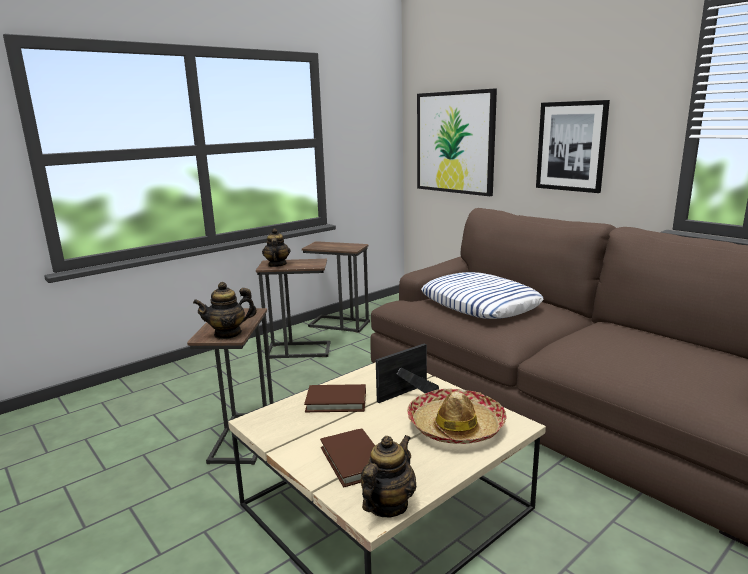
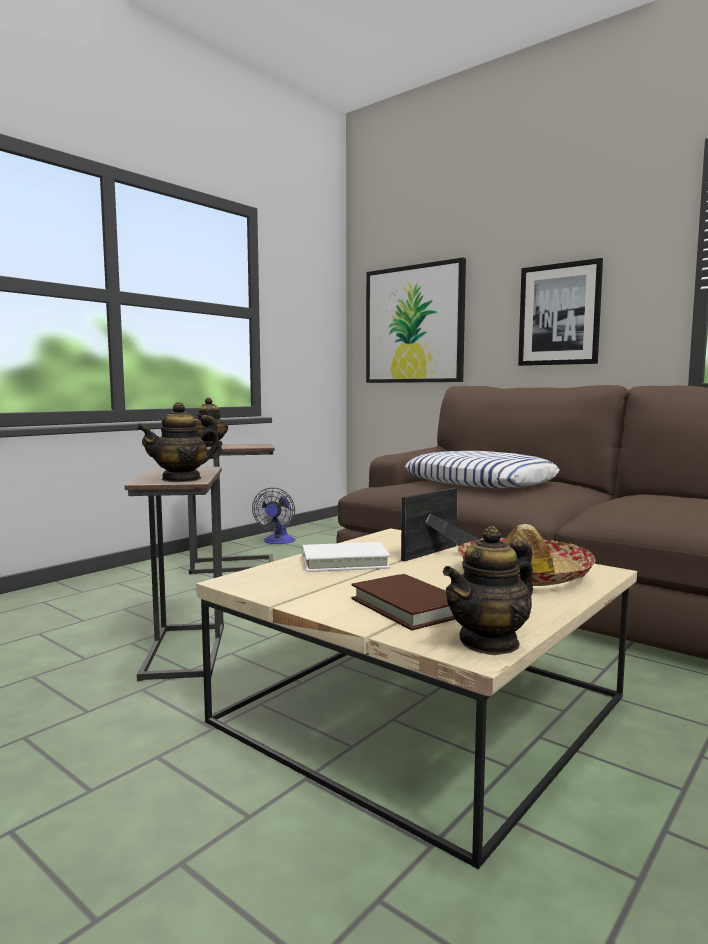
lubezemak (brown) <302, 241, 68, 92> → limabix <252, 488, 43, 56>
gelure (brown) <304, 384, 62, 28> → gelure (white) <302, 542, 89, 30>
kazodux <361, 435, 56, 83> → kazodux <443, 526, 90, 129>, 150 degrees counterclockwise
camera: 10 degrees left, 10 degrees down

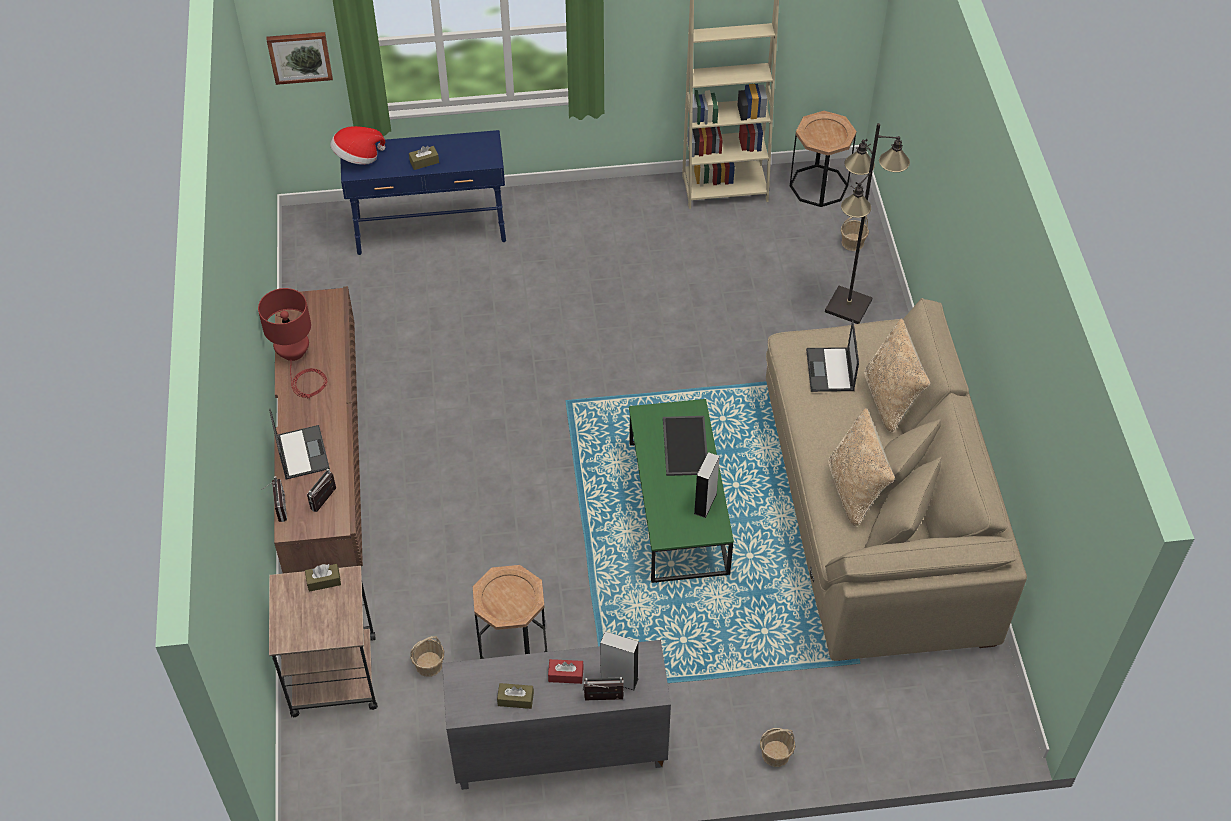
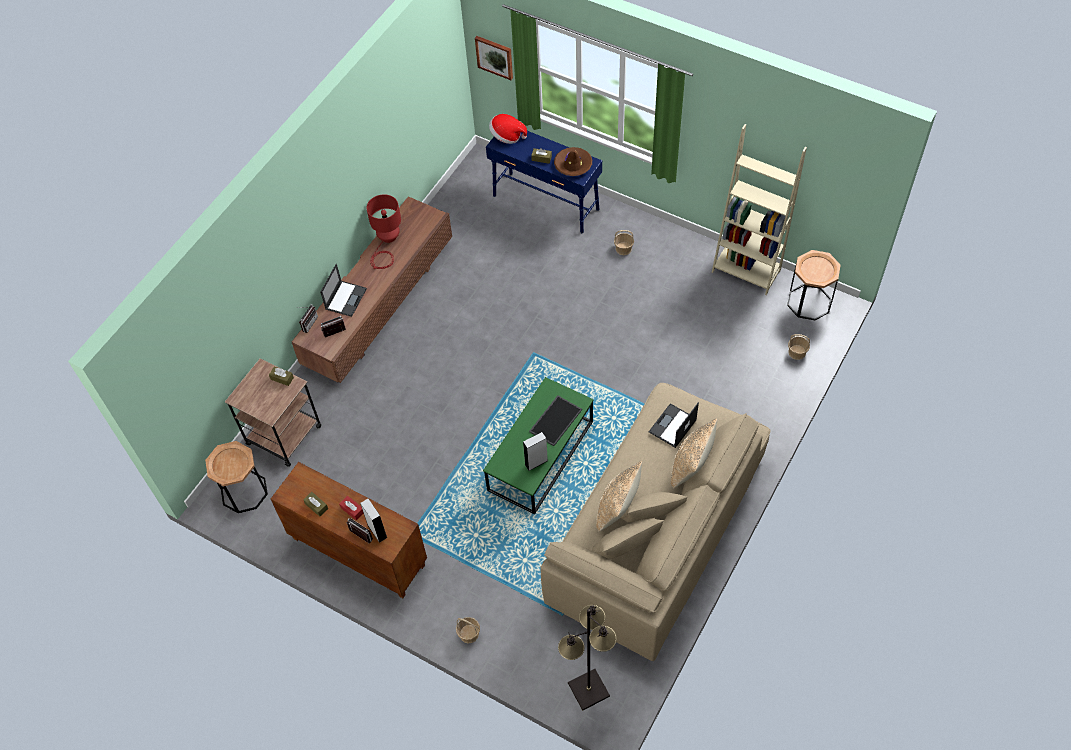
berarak <410, 636, 34, 41> → berarak <614, 230, 20, 25>, move
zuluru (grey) <442, 640, 229, 150> → zuluru (brown) <271, 462, 156, 136>
lubezemak (brown) <473, 565, 74, 94> → lubezemak (brown) <205, 441, 63, 72>, move
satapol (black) <825, 123, 85, 201> → satapol (black) <558, 605, 59, 106>, move
- → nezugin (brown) <554, 147, 38, 29>
camera: 40 degrees right, 5 degrees up

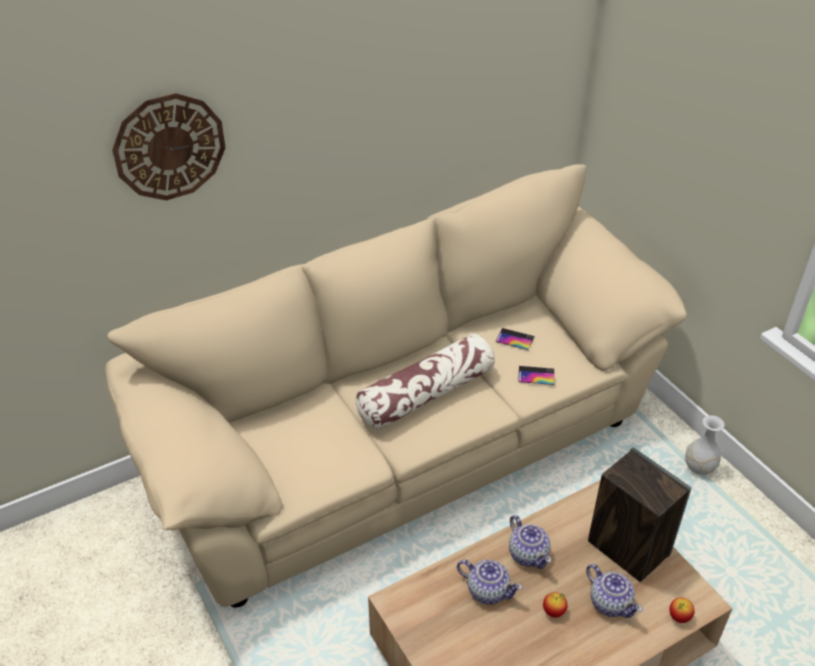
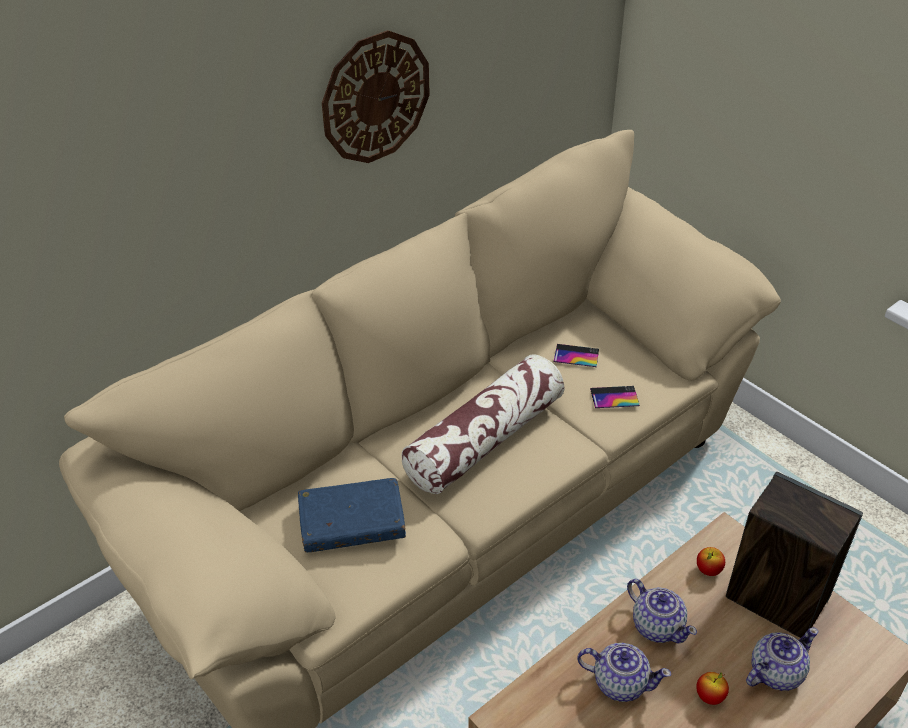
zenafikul <112, 93, 114, 107> → zenafikul <322, 30, 108, 133>, move
kazodux <586, 564, 57, 54> → kazodux <746, 628, 72, 63>, 75 degrees counterclockwise
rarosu <669, 598, 26, 25> → rarosu <697, 547, 28, 29>, move
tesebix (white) <685, 415, 40, 60> → -
- → gelure (blue) <298, 478, 108, 74>
camera: 10 degrees left, 0 degrees up

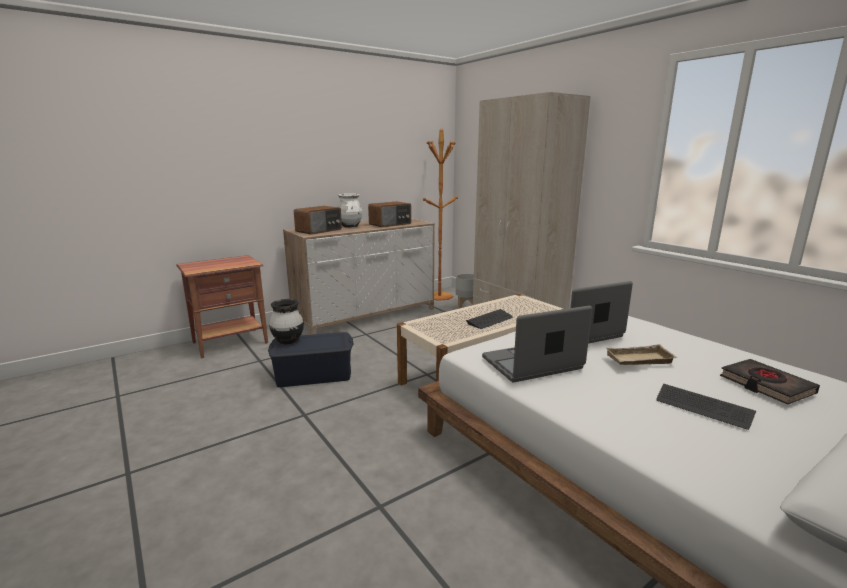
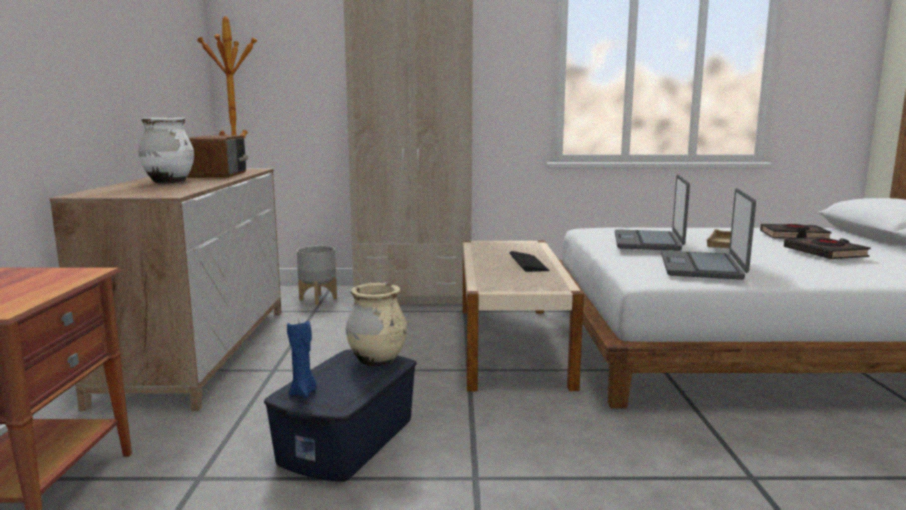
tesebix (black) <269, 299, 35, 45> → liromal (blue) <287, 320, 30, 78>
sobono <294, 206, 48, 29> → -
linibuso <656, 384, 100, 46> → gelure (black) <784, 237, 87, 22>
- → tesebix (beige) <346, 283, 61, 83>
camera: 55 degrees left, 5 degrees down

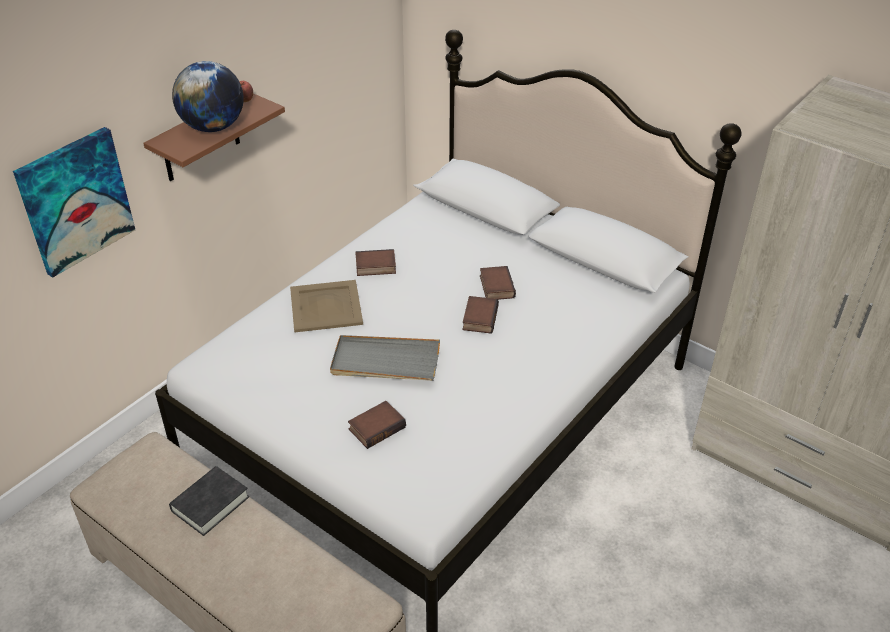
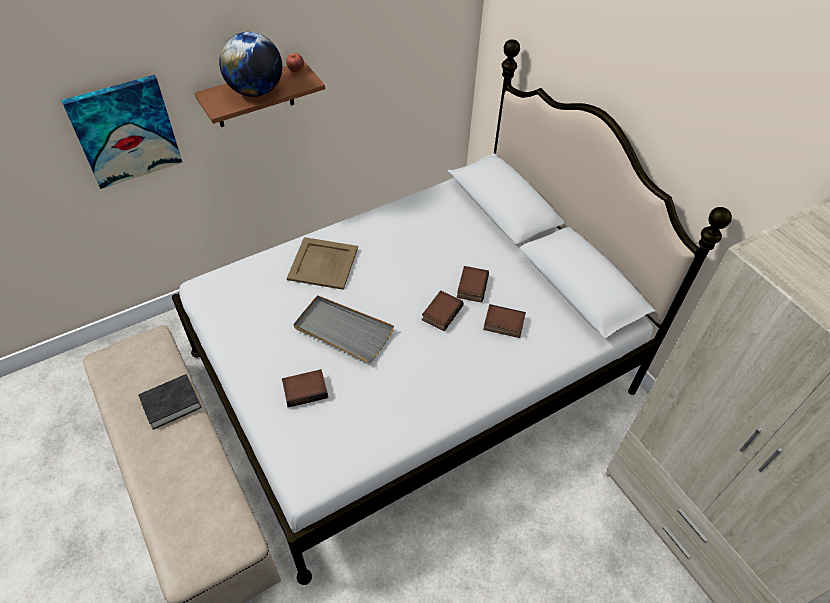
gelure <356, 249, 40, 27> → gelure <483, 304, 43, 34>, move
camera: 20 degrees right, 10 degrees up

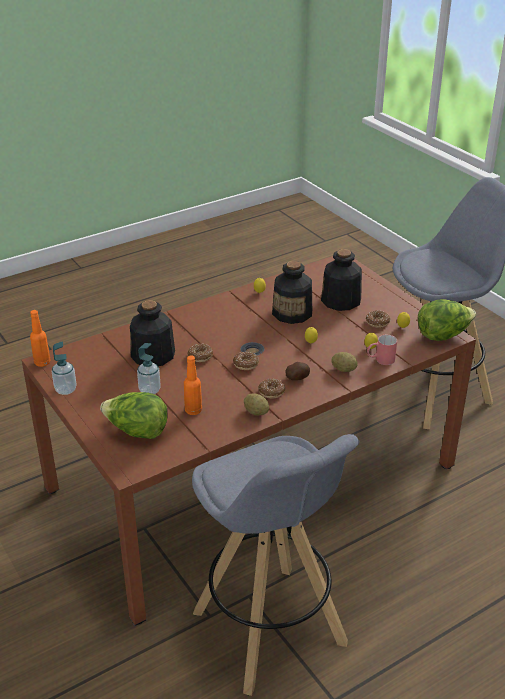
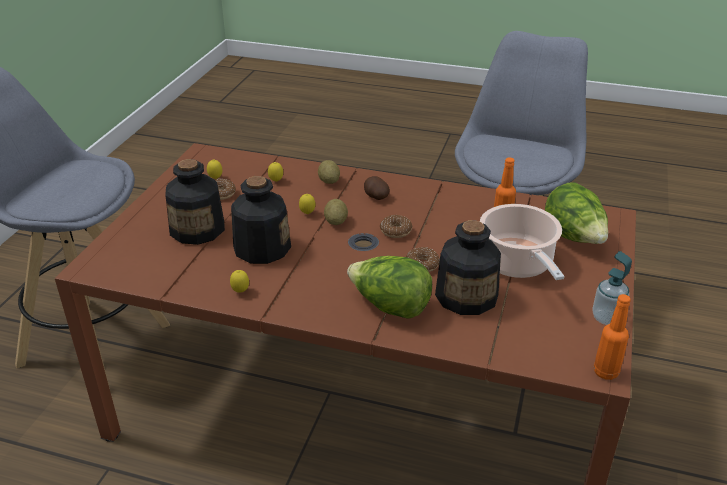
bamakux <137, 343, 24, 51> → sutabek <480, 204, 84, 76>
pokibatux <244, 393, 25, 23> → pokibatux <324, 199, 24, 26>, move
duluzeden <258, 379, 27, 19> → -
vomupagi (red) <367, 335, 30, 30> → -
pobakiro <418, 299, 58, 42> → pobakiro <347, 256, 85, 63>, move
camera: 130 degrees left, 0 degrees up

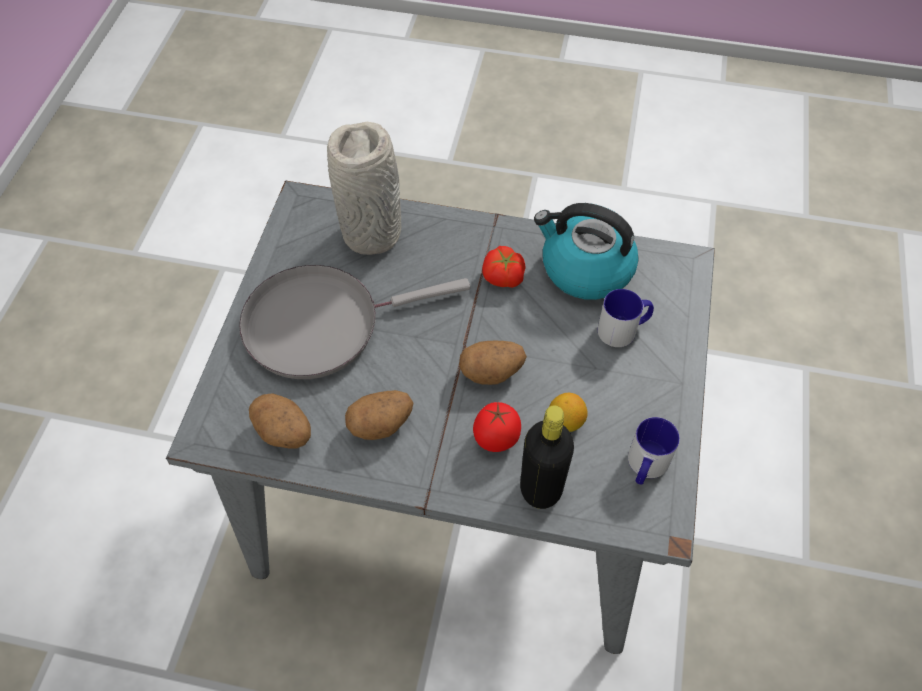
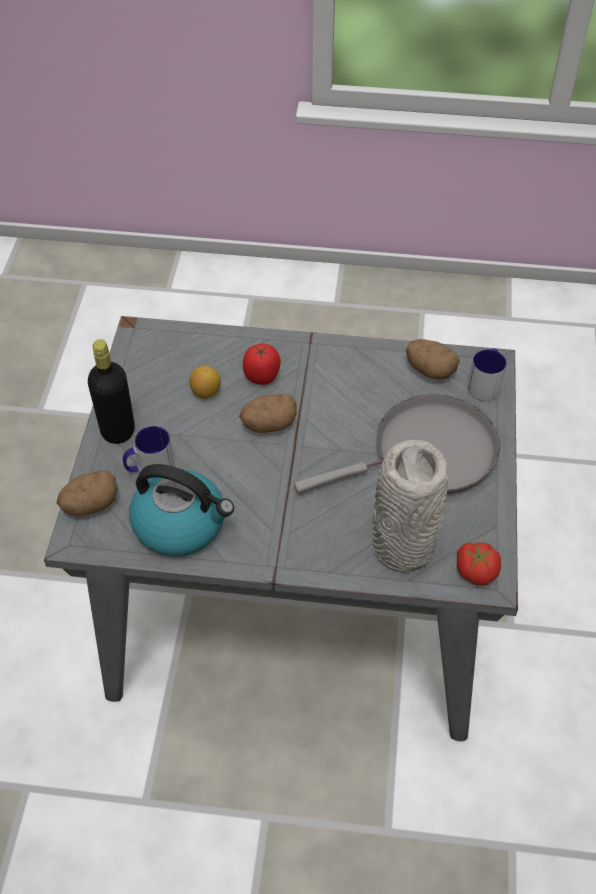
pokibatux <345, 390, 69, 50> → pokibatux <57, 471, 61, 45>, move
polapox <482, 246, 44, 42> → polapox <457, 542, 44, 43>, move
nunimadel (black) <520, 405, 54, 104> → nunimadel (black) <88, 339, 47, 105>, move
vomupagi <628, 417, 52, 68> → vomupagi <468, 349, 39, 52>, move
camera: 175 degrees right, 5 degrees down

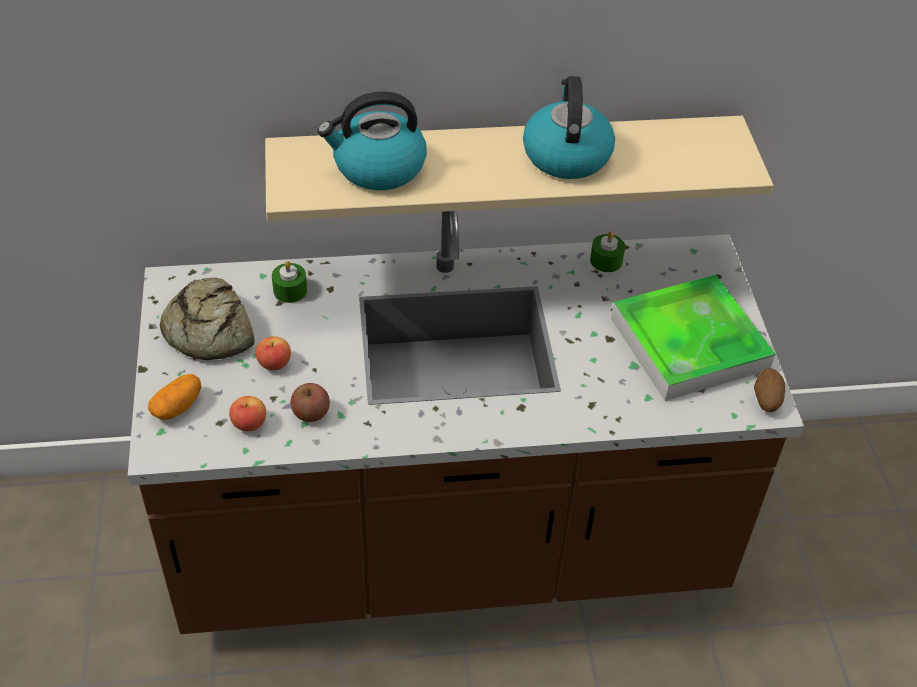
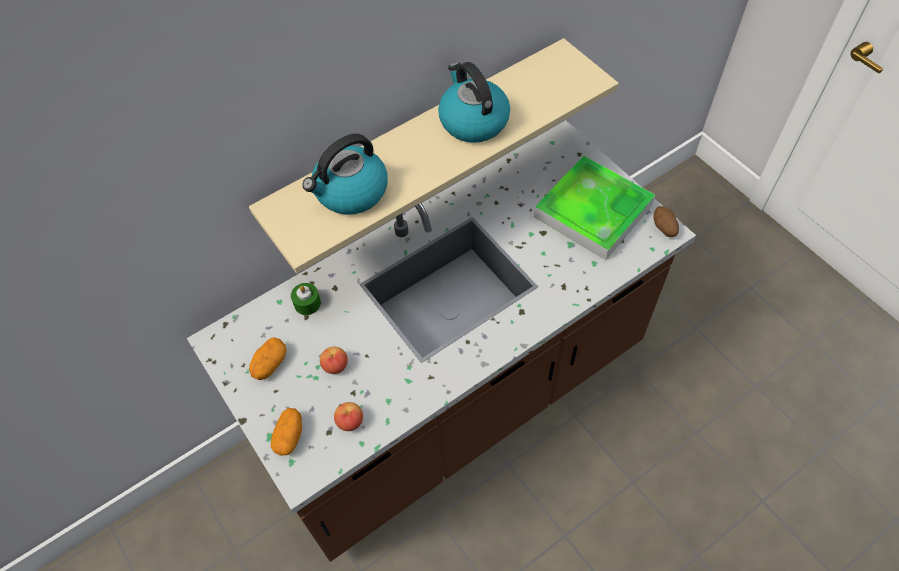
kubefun <160, 278, 95, 82> → pokibatux <249, 337, 37, 43>
rarosu <291, 383, 39, 39> → -
liromal (green) <590, 231, 35, 41> → -
camera: 25 degrees left, 10 degrees up

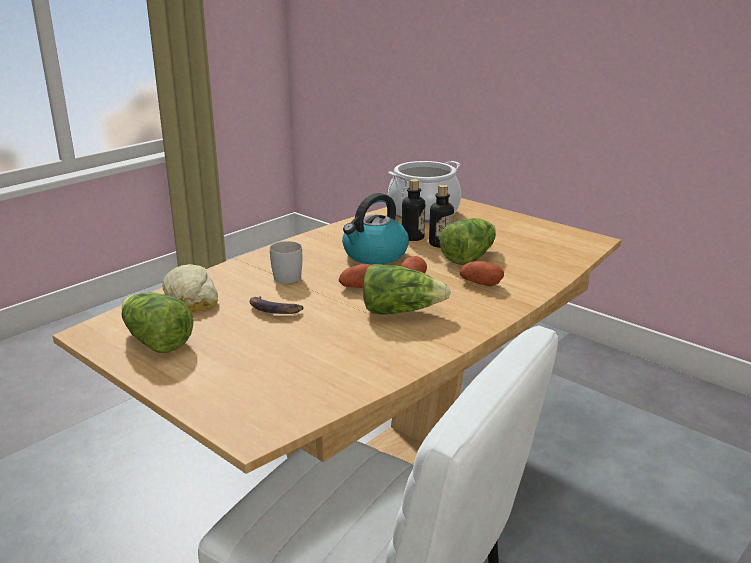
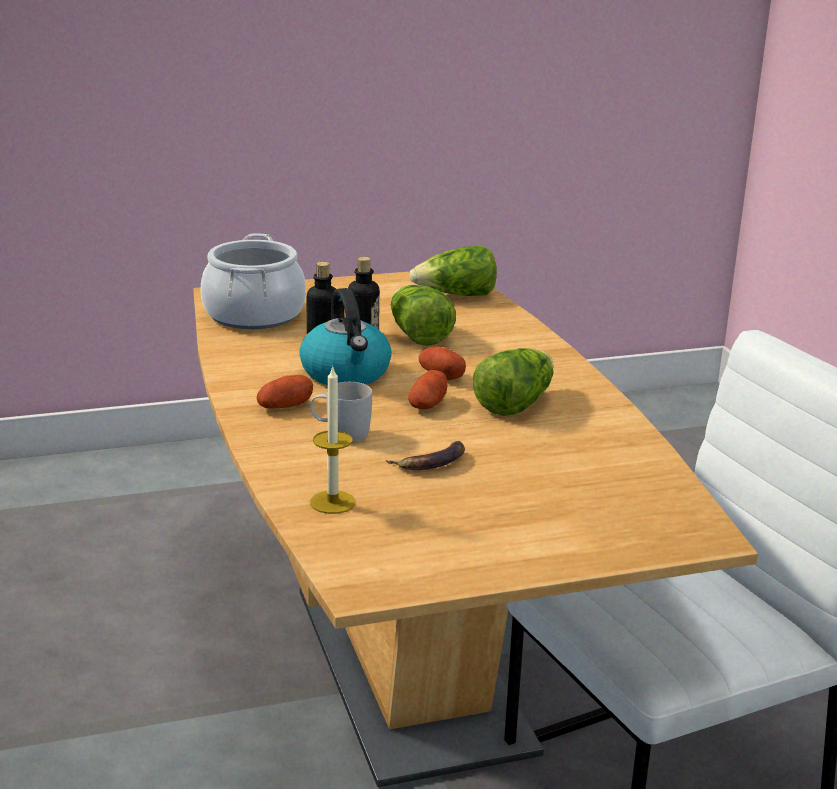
pobakiro <122, 292, 71, 61> → pobakiro <409, 246, 88, 50>, move
kubefun <162, 264, 56, 48> → liromal <310, 366, 46, 148>
pokibatux <460, 261, 44, 25> → pokibatux <257, 375, 56, 34>, move
camera: 60 degrees left, 0 degrees up

